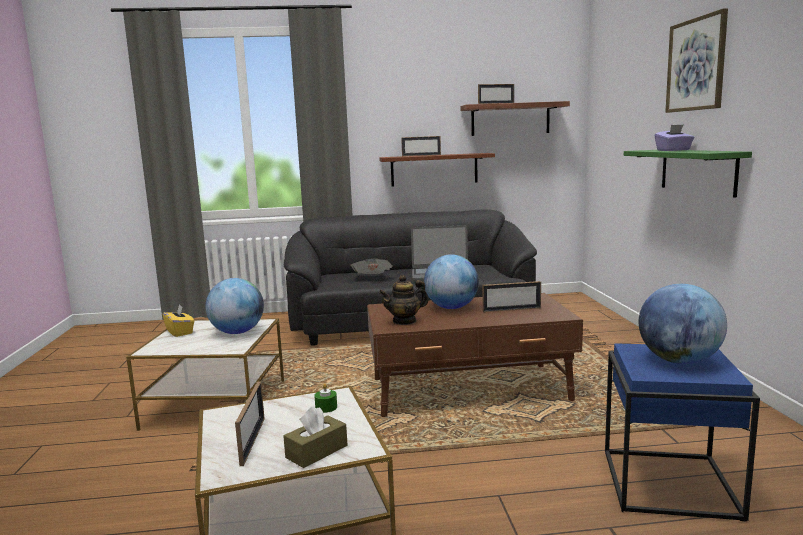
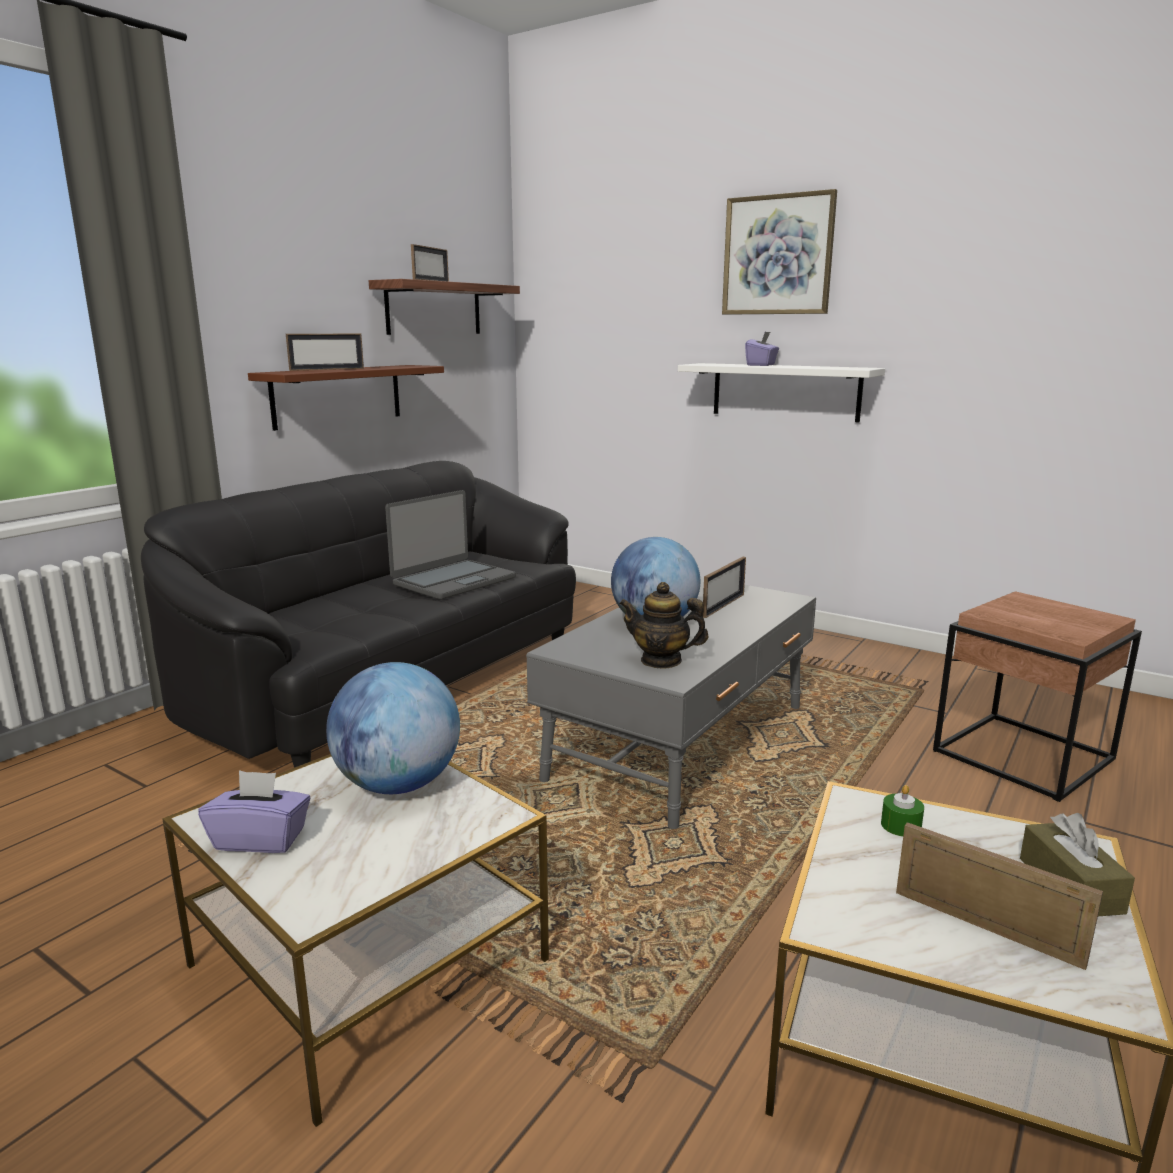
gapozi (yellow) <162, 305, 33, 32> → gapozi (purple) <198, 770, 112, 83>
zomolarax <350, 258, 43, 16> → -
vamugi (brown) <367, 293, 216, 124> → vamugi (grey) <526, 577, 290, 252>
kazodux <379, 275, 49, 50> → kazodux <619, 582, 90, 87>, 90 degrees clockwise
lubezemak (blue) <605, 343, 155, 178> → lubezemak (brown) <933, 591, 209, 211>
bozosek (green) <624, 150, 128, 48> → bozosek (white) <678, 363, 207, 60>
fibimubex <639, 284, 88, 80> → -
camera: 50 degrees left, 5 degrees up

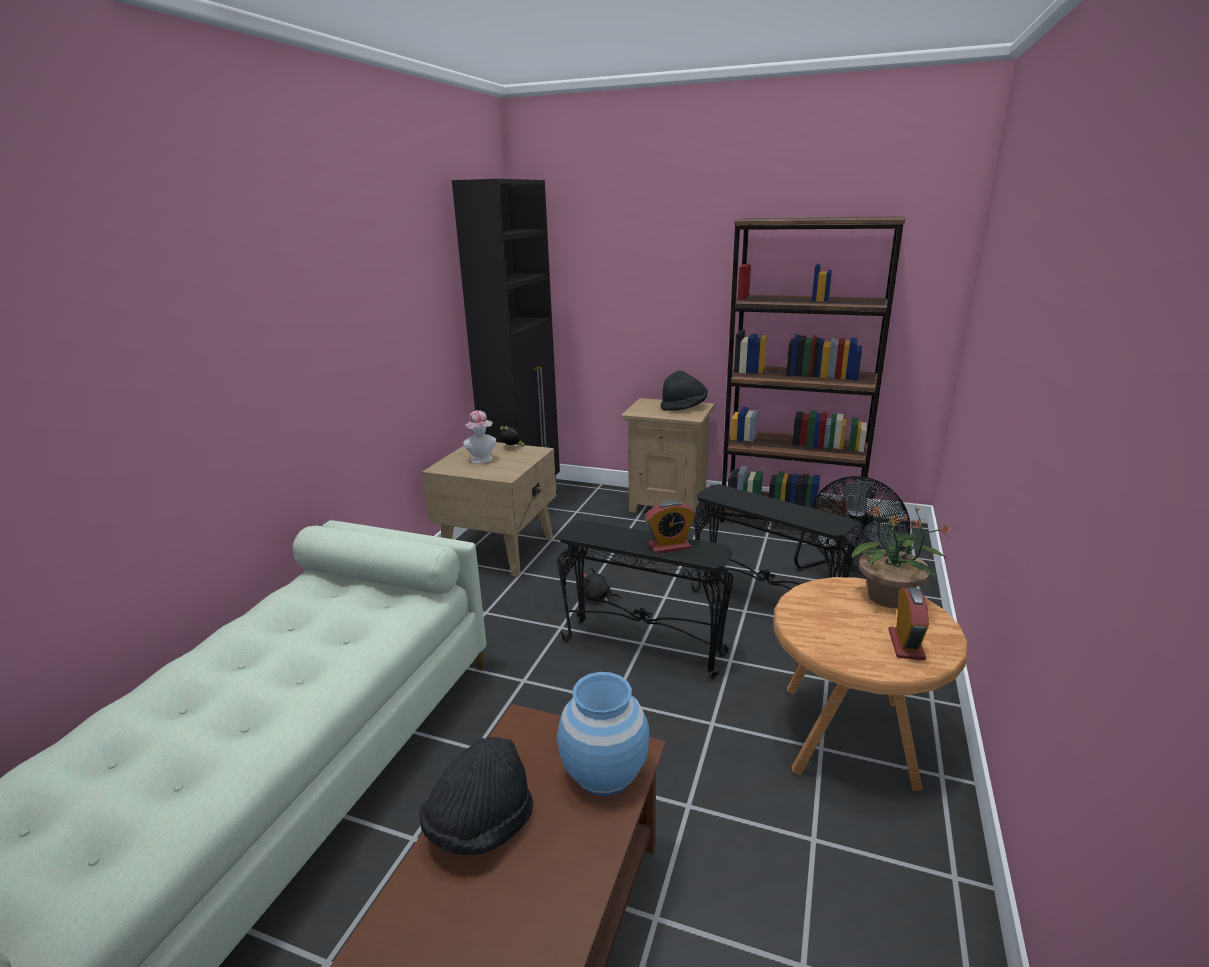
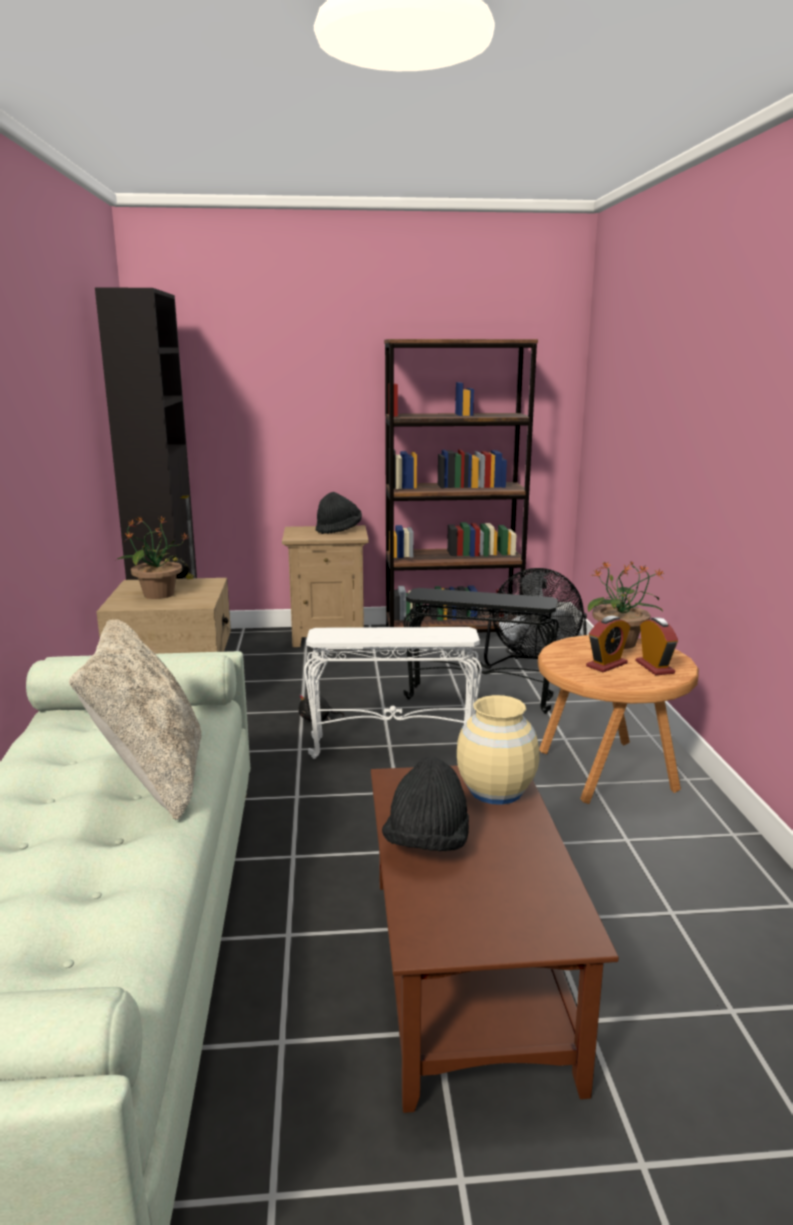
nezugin <463, 410, 33, 53> → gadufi <116, 516, 72, 83>
lubezemak (black) <557, 520, 177, 159> → lubezemak (white) <304, 627, 178, 132>
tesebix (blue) <557, 672, 92, 124> → tesebix (beige) <457, 695, 83, 110>
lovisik <645, 500, 51, 54> → lovisik <586, 616, 44, 56>, move
- → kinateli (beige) <69, 619, 133, 201>
camera: 25 degrees left, 5 degrees down

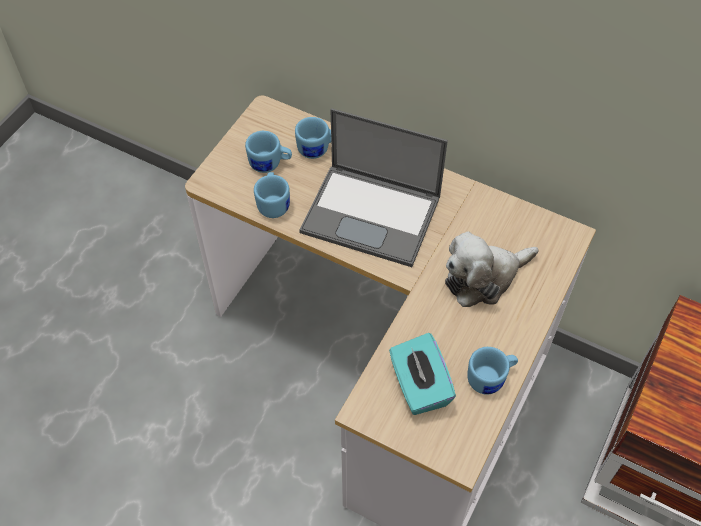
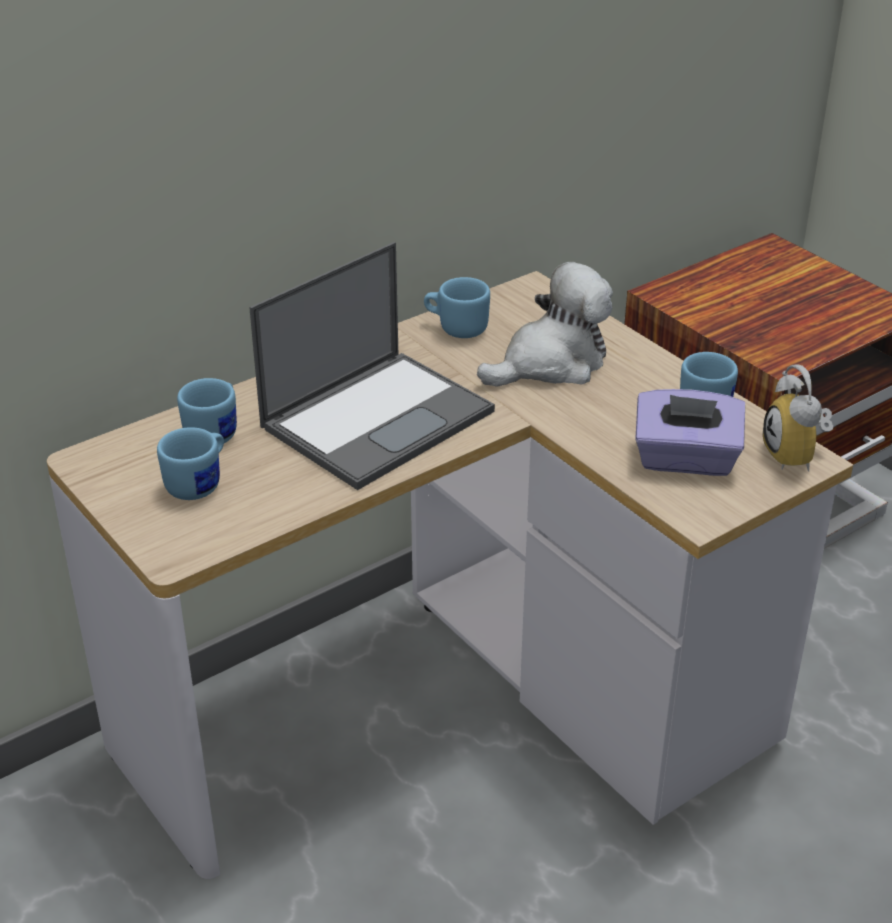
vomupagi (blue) <254, 172, 36, 46> → vomupagi (blue) <424, 277, 66, 61>, move
gapozi (turquoise) <389, 333, 67, 82> → gapozi (purple) <635, 389, 110, 87>
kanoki <445, 231, 94, 76> → kanoki <477, 262, 136, 125>, 120 degrees counterclockwise
- → lovisik <763, 364, 70, 108>
camera: 65 degrees left, 20 degrees down

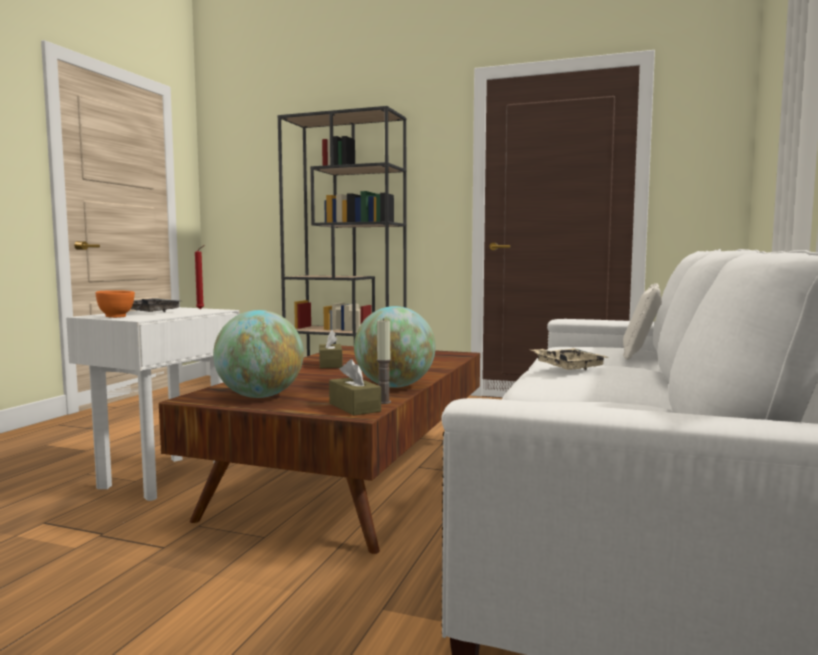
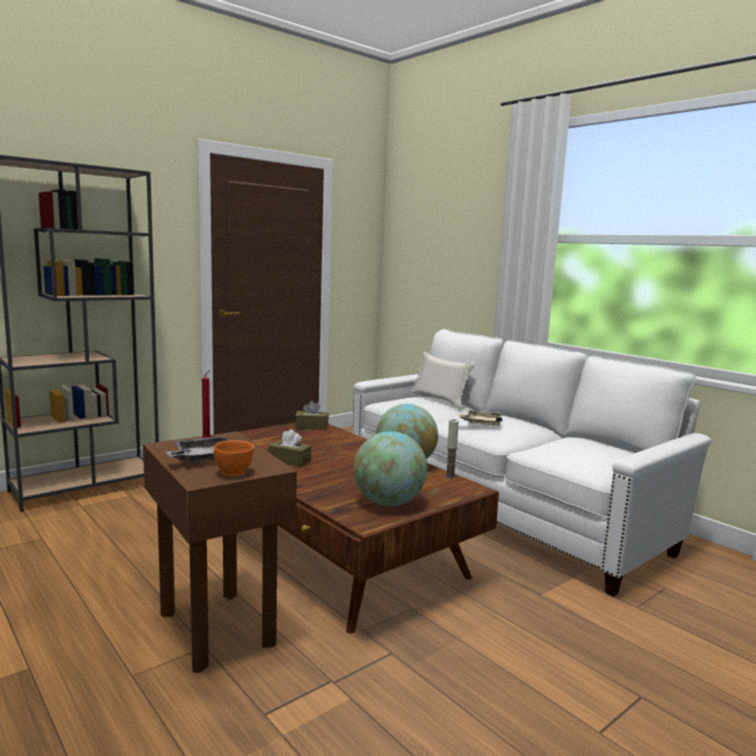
lubezemak (white) <66, 307, 173, 194> → lubezemak (brown) <143, 431, 154, 242>
gapozi (brown) <329, 359, 52, 57> → gapozi (brown) <295, 401, 34, 29>, move
camera: 60 degrees left, 5 degrees up

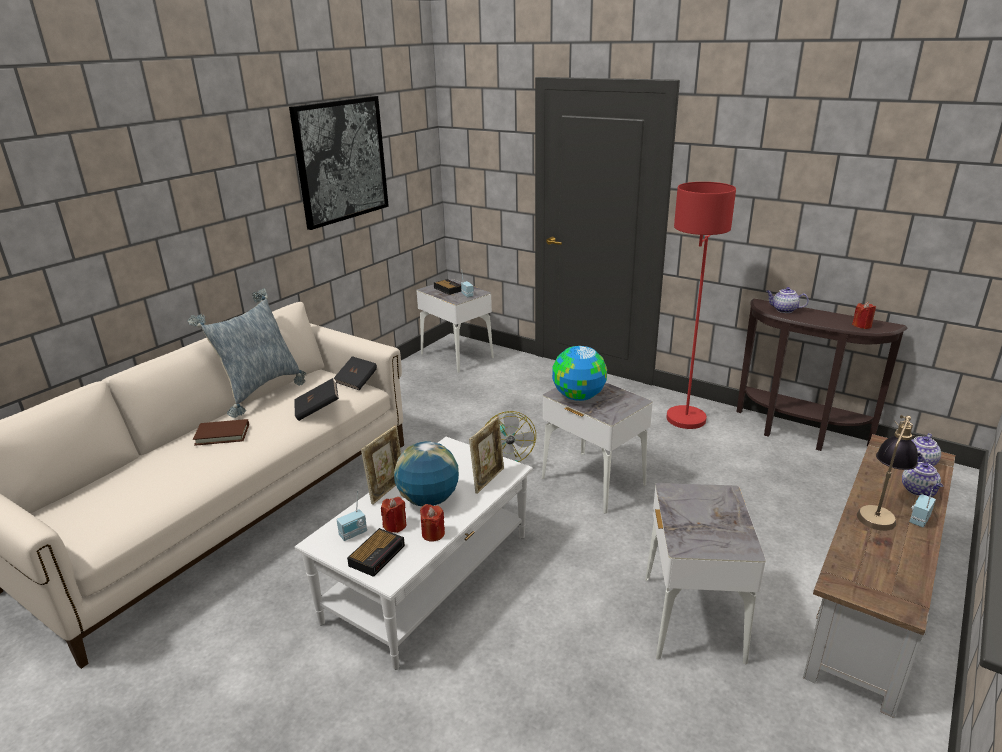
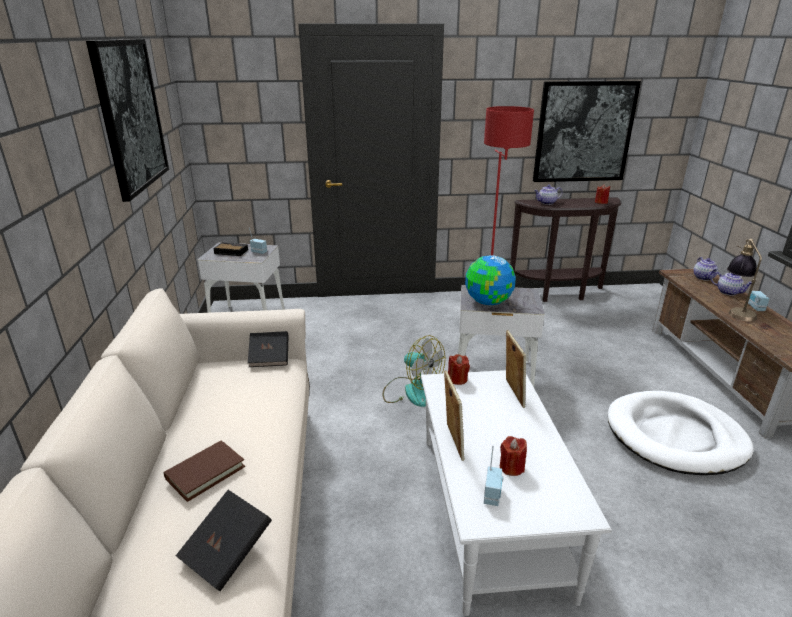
kinateli <187, 288, 119, 130> → -
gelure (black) <294, 378, 45, 43> → gelure (black) <176, 490, 96, 101>, move
lovisik <347, 528, 58, 49> → -
fibimubex <394, 441, 65, 65> → -
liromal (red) <420, 504, 25, 38> → liromal (red) <448, 354, 22, 31>, move
lubezemak <645, 483, 121, 181> → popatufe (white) <608, 391, 146, 84>
- → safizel <533, 81, 108, 101>
camera: 40 degrees left, 0 degrees up

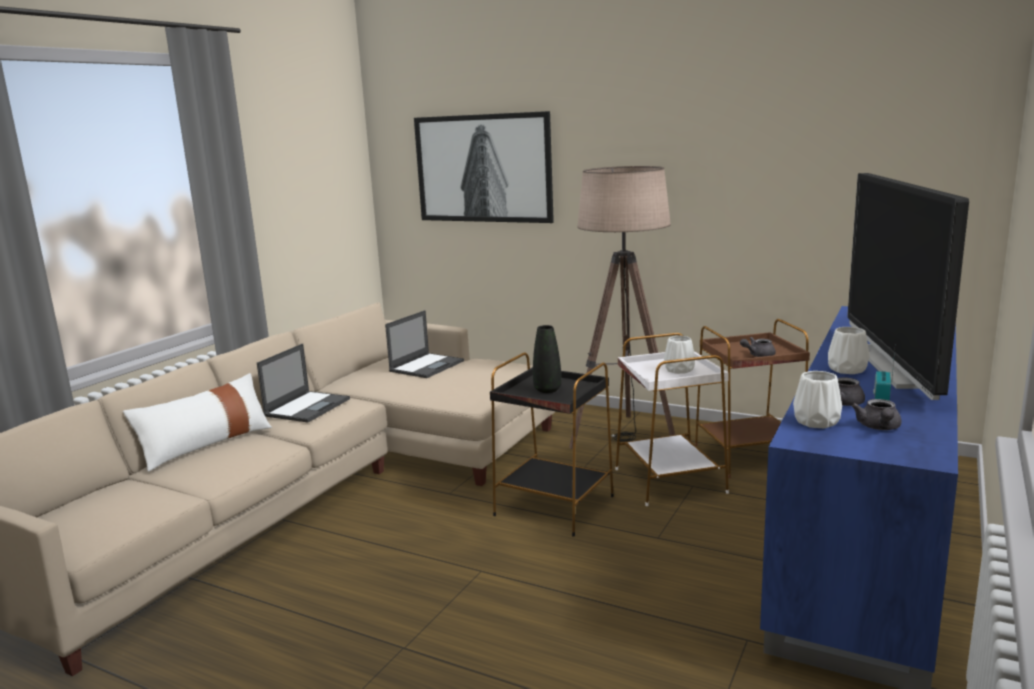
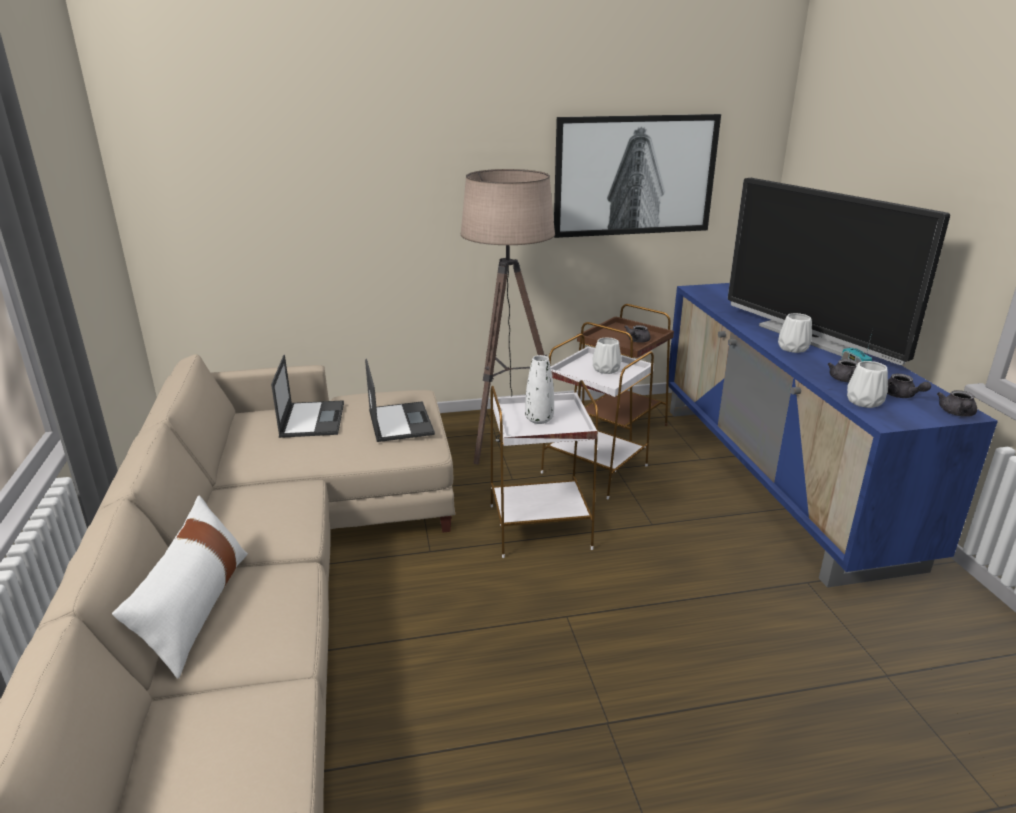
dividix <257, 343, 93, 80> → dividix <365, 359, 70, 83>, move
safizel <414, 111, 140, 112> → safizel <554, 114, 167, 124>, move
lubezemak (black) <490, 352, 124, 184> → lubezemak (white) <491, 380, 107, 178>
tesebix (black) <533, 325, 28, 68> → tesebix (white) <525, 355, 29, 69>
- → kazodux (grey) <937, 390, 40, 27>
camera: 40 degrees left, 10 degrees up

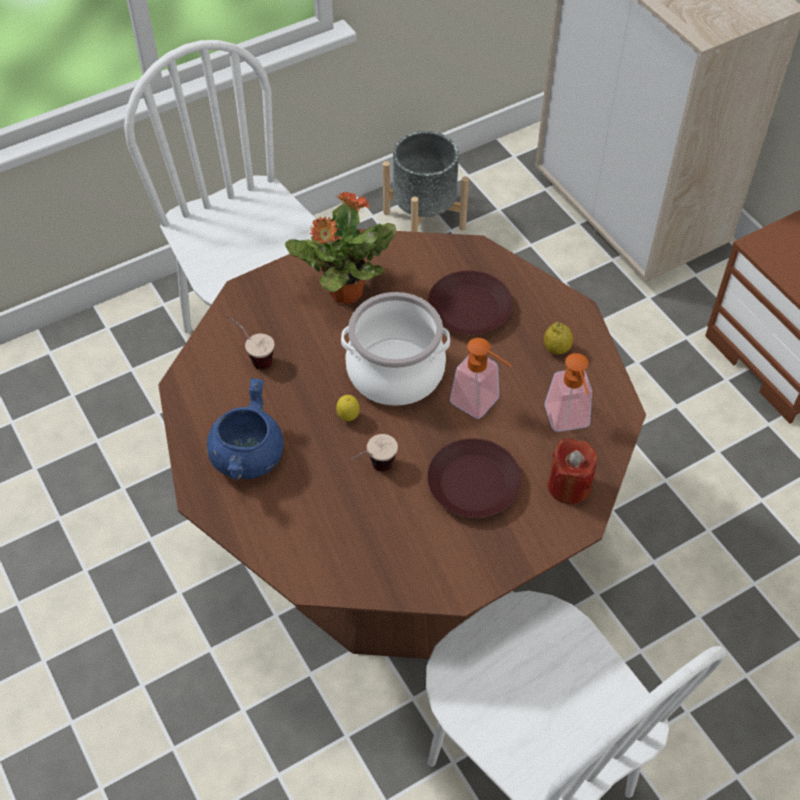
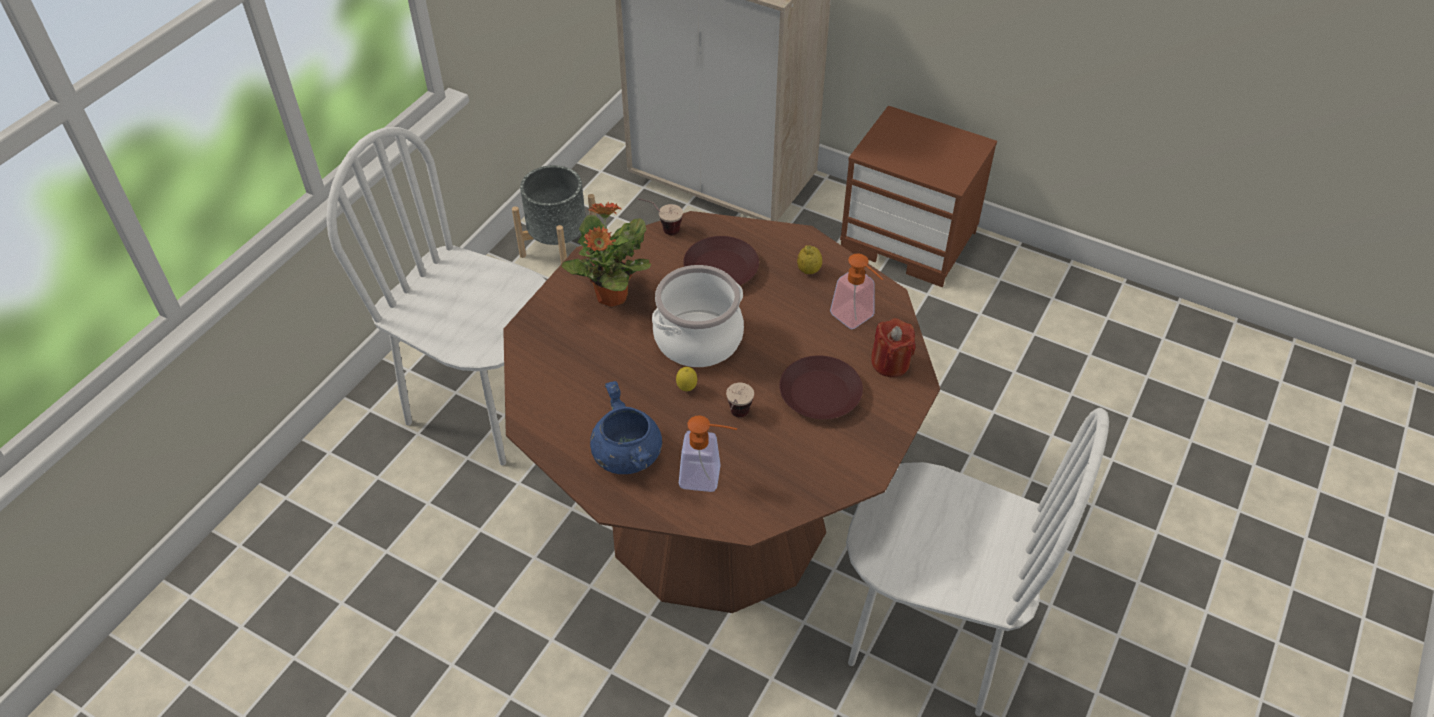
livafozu <227, 315, 47, 55> → livafozu <638, 198, 45, 37>, move
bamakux <450, 338, 62, 81> → bamakux <679, 416, 58, 76>, move
camera: 30 degrees left, 5 degrees down

